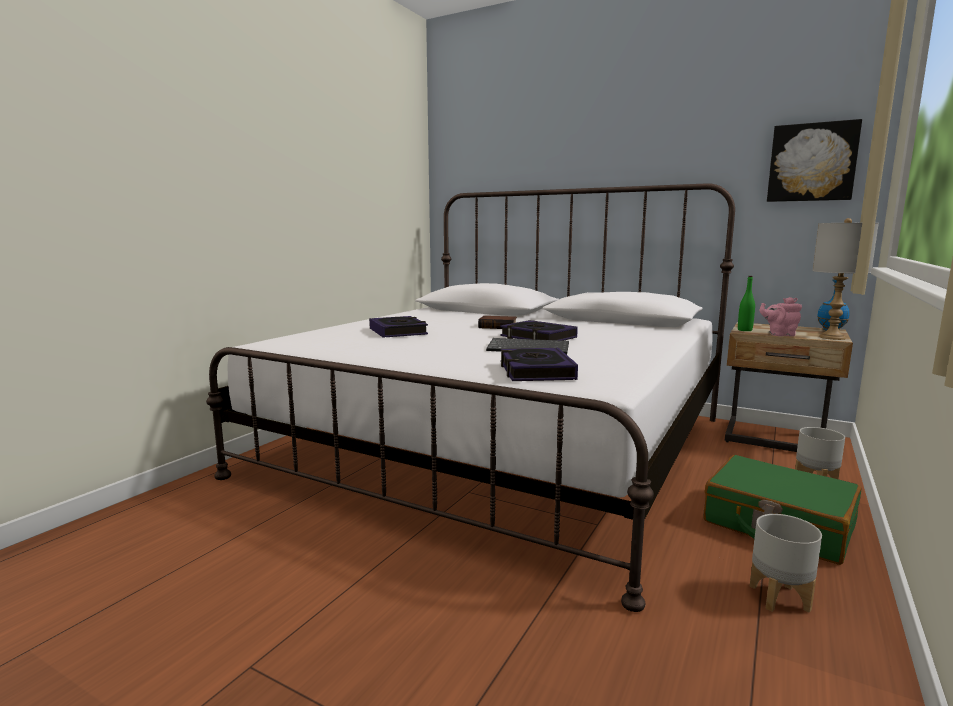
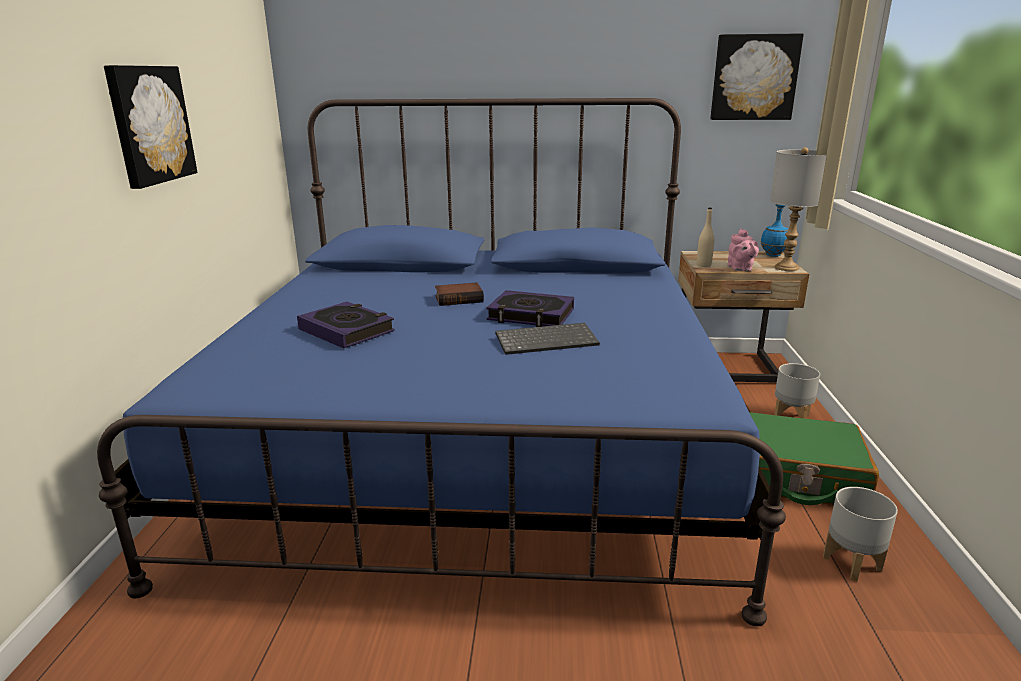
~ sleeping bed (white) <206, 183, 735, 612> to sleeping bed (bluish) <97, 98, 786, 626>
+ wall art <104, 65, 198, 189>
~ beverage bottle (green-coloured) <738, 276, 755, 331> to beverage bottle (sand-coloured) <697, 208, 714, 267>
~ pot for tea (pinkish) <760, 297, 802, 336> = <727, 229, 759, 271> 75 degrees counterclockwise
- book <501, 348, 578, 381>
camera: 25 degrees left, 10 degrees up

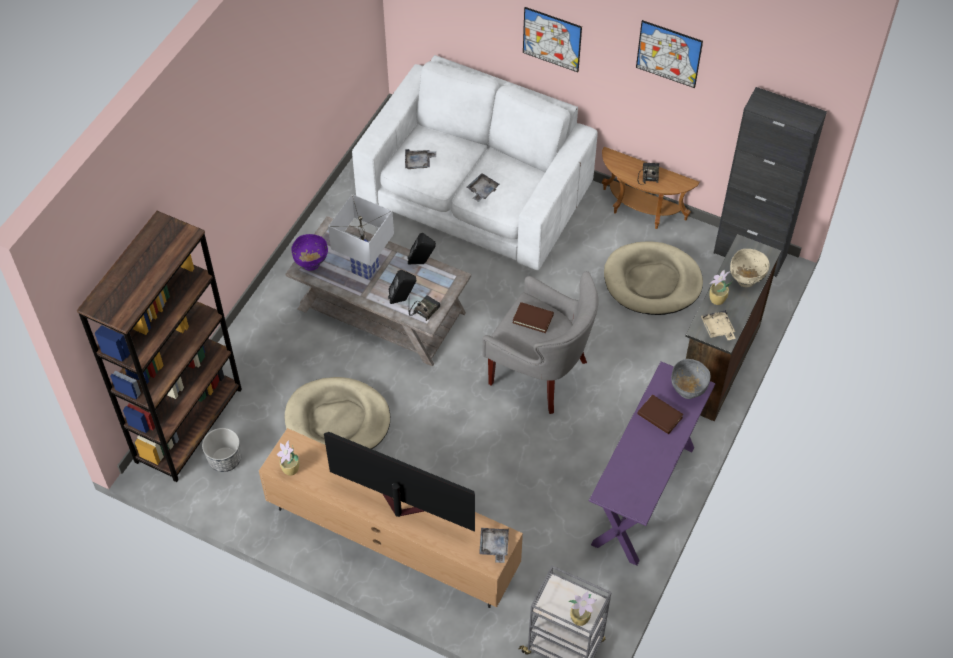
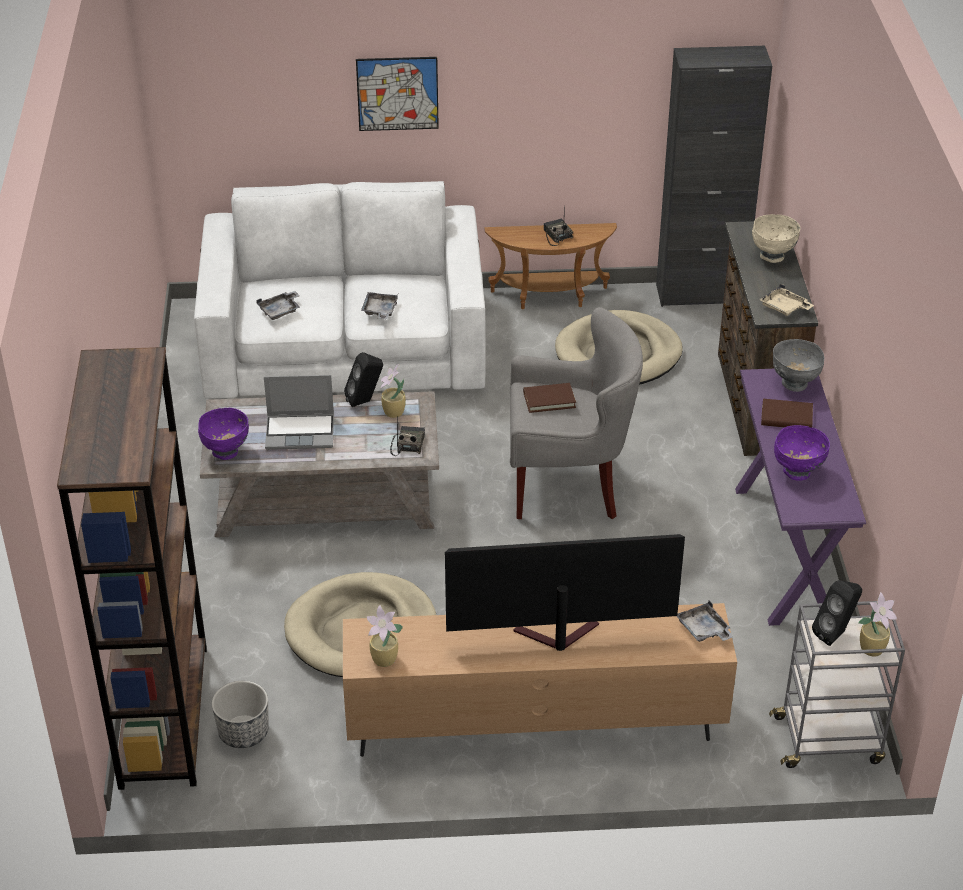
~ table lamp (white) <328, 194, 394, 280> to portable computer <264, 375, 334, 450>
~ houseplant <709, 270, 732, 305> to <380, 364, 406, 418>
+ deep dish (purplish) <774, 425, 830, 481>
~ loudspeaker (blackish) <388, 270, 416, 304> to <812, 580, 862, 646>
- wall art <636, 20, 703, 88>
camera: 30 degrees left, 15 degrees down

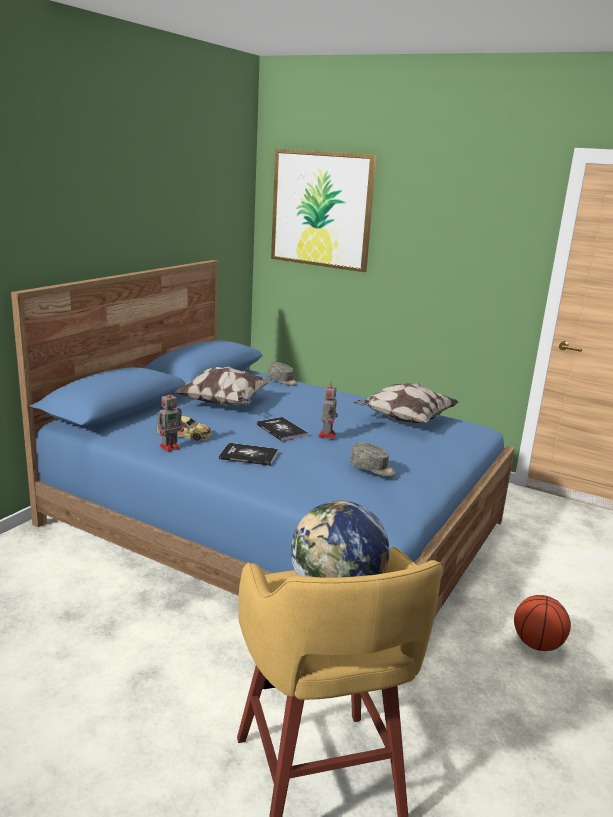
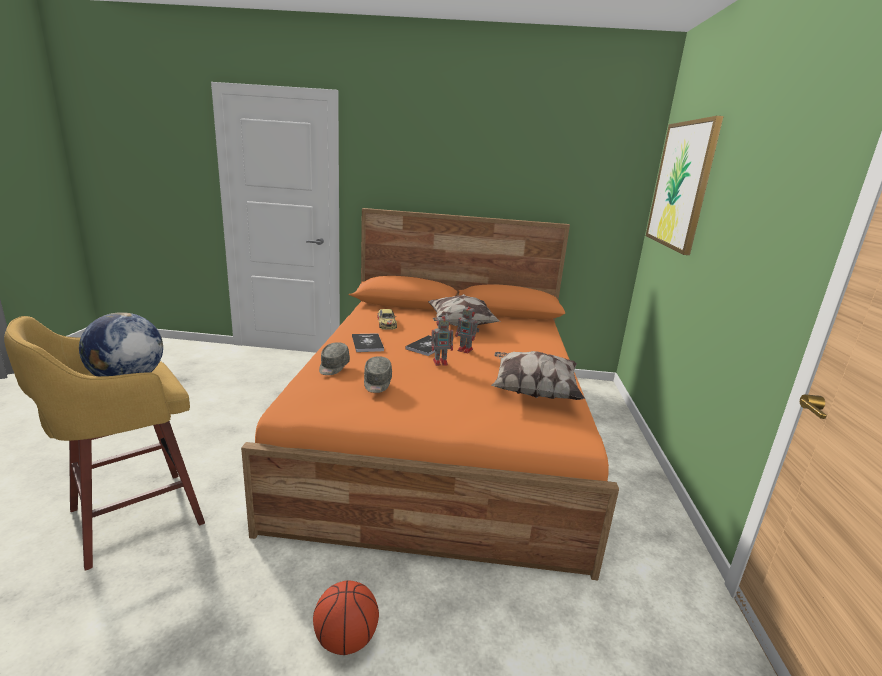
~ sleeping bed (bluish) <11, 260, 515, 616> to sleeping bed (orangey) <241, 208, 619, 580>
~ baseball cap (gray) <267, 362, 298, 386> to <319, 342, 350, 375>
~ robot figure <157, 390, 184, 452> to <455, 303, 479, 353>
camera: 65 degrees right, 0 degrees up

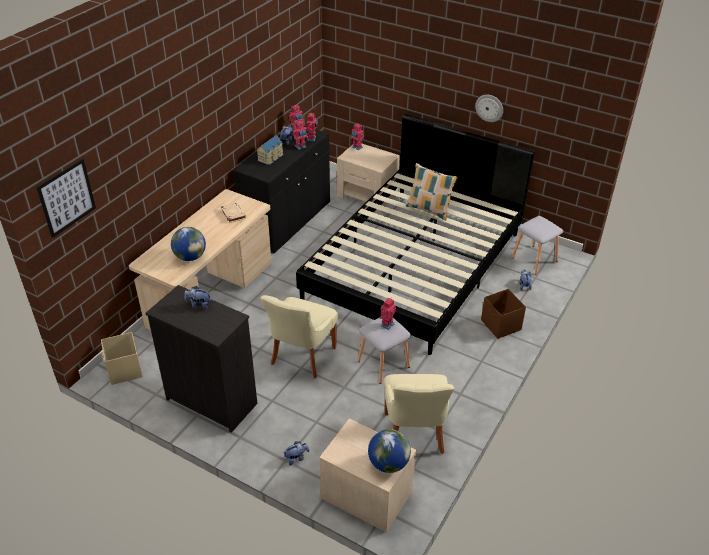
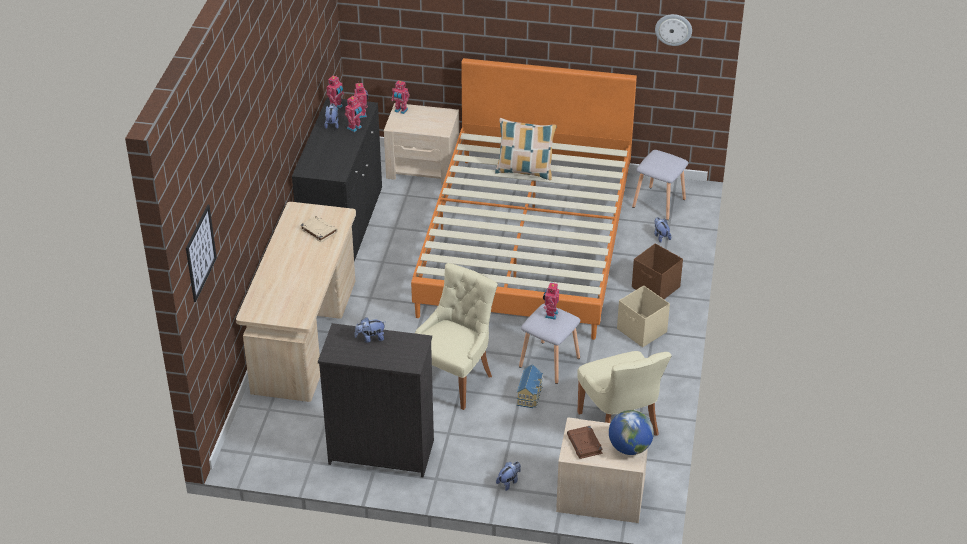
~ sleeping bed (blackish) <296, 114, 535, 355> to sleeping bed (orangey) <411, 58, 637, 340>
~ plain chair (sand-coloured) <260, 295, 338, 378> = <415, 263, 498, 410> 150 degrees counterclockwise
~ model house <257, 135, 284, 165> to <517, 364, 543, 408>
+ book (brownish) <567, 426, 603, 459>
~ storage container (sand-coloured) <101, 332, 143, 385> to <617, 285, 670, 347>
~ hanging clock <475, 95, 503, 122> to <655, 14, 692, 46>
- desk globe <171, 227, 206, 261>
camera: 20 degrees left, 0 degrees up

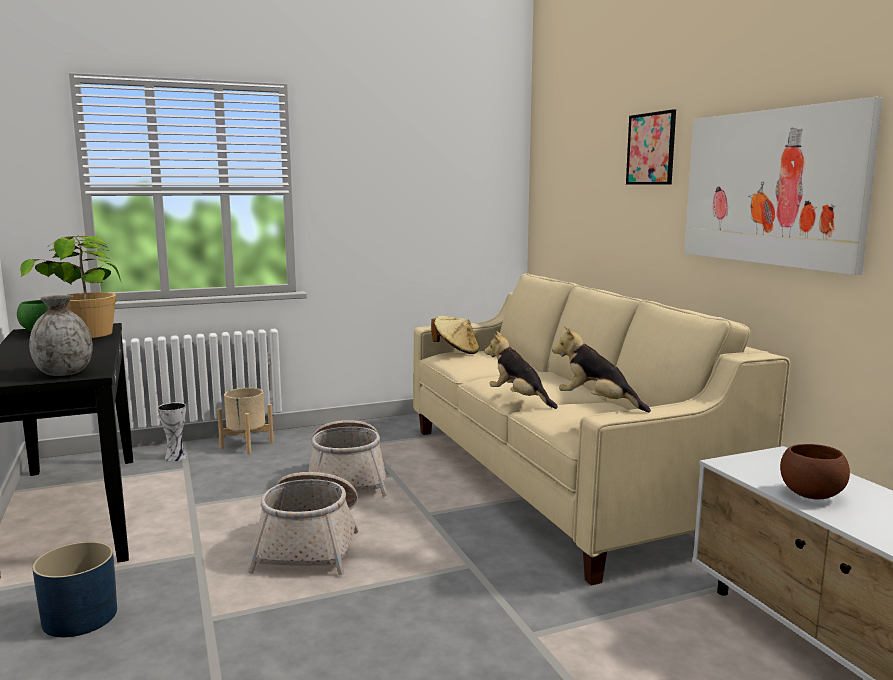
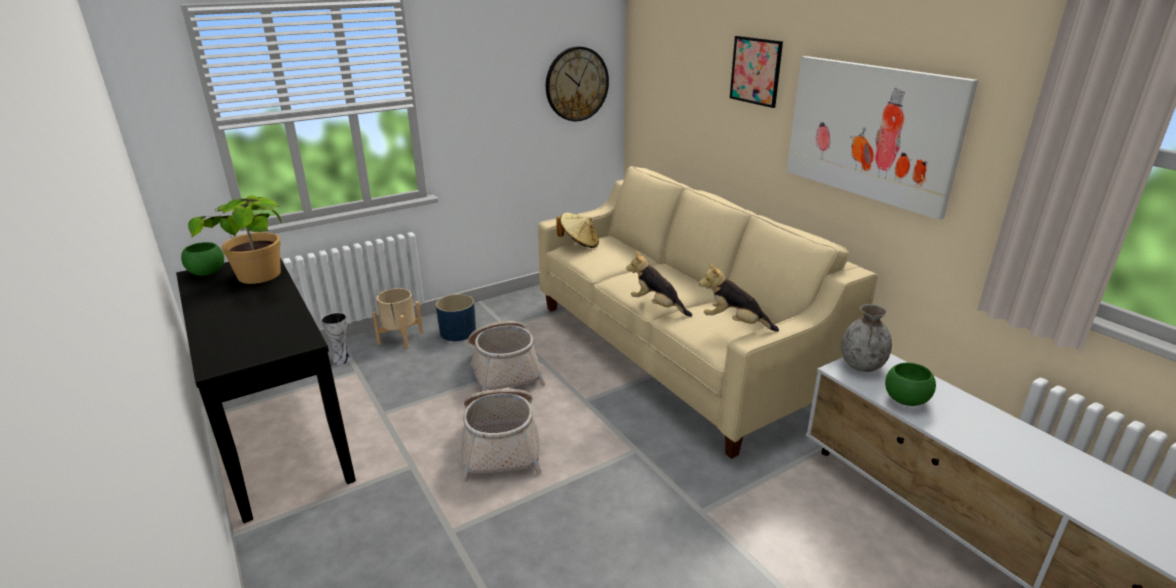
~ plant pot (bluish) <32, 542, 117, 637> to <436, 294, 476, 341>
+ hanging clock <546, 46, 609, 121>
~ flower vase (gray) <29, 295, 93, 376> to <841, 304, 892, 372>
~ deep dish (brownish) <780, 444, 850, 499> to deep dish (green-coloured) <885, 363, 936, 406>
camera: 10 degrees left, 15 degrees up

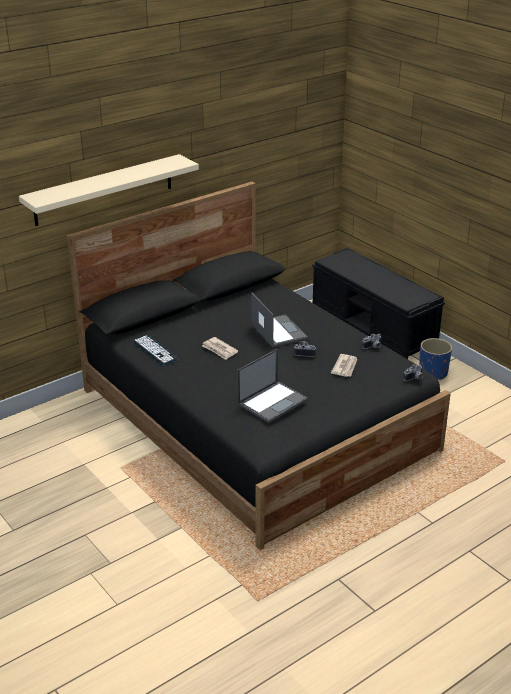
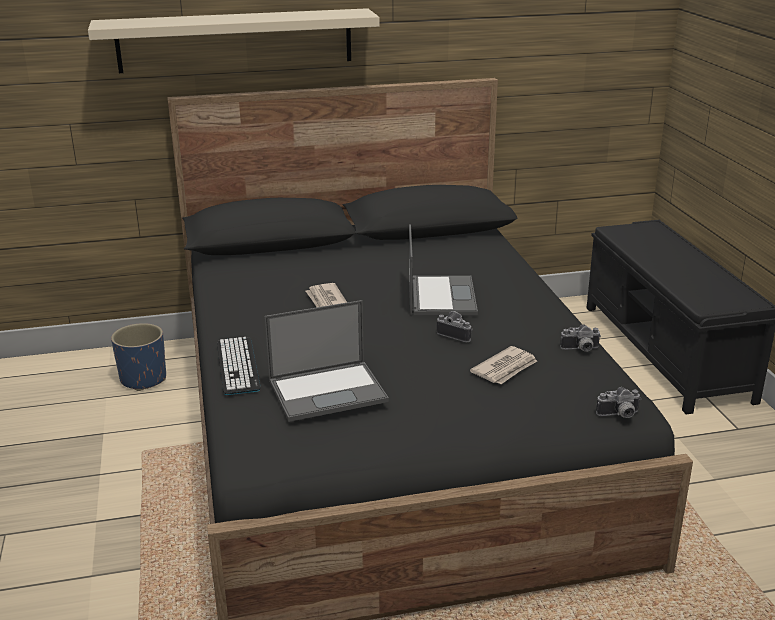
~ plant pot (bluish) <419, 338, 452, 380> to <111, 323, 166, 391>
~ keyboard <133, 335, 178, 366> to <217, 337, 261, 395>
camera: 25 degrees right, 5 degrees down

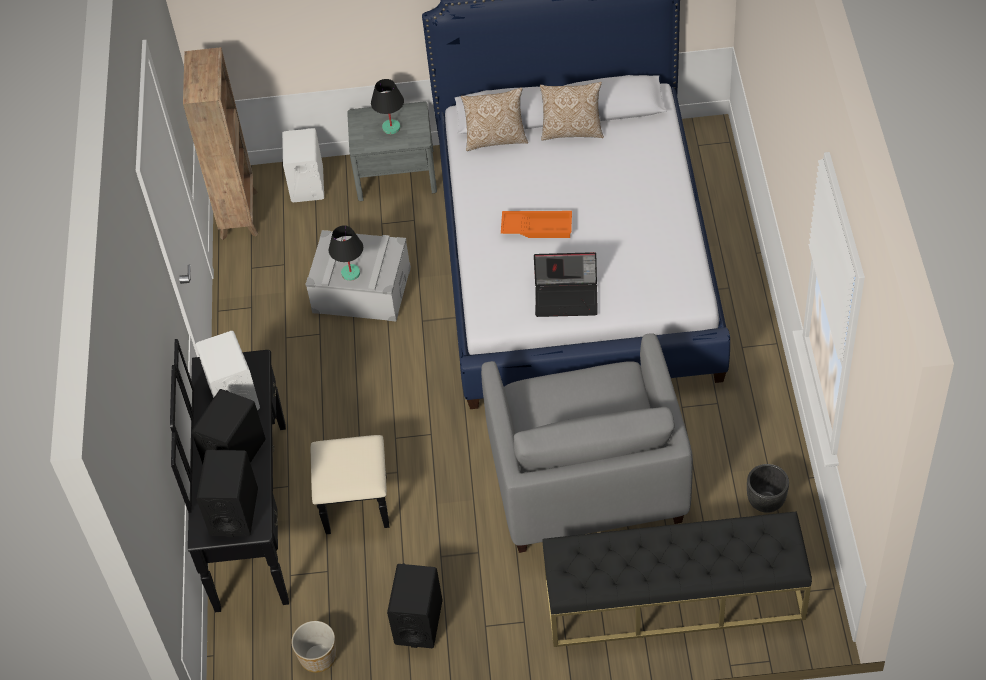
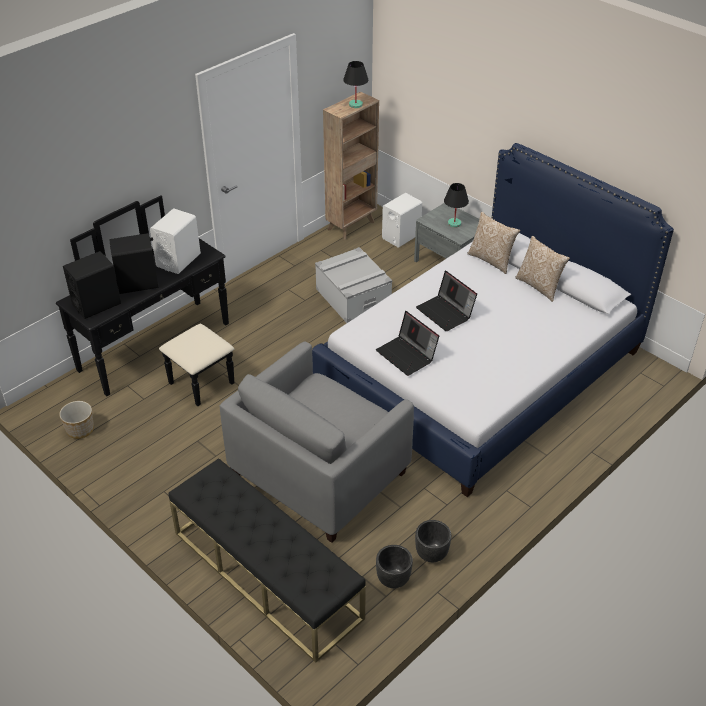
~ table lamp (blackish) <329, 225, 363, 281> to <343, 61, 368, 108>
+ plant pot (blackish) <415, 520, 451, 562>
~ carrying tray (orangey) <501, 211, 572, 238> to portable computer <416, 271, 477, 331>
- loudspeaker (blackish) <387, 563, 443, 648>
camera: 45 degrees right, 10 degrees down

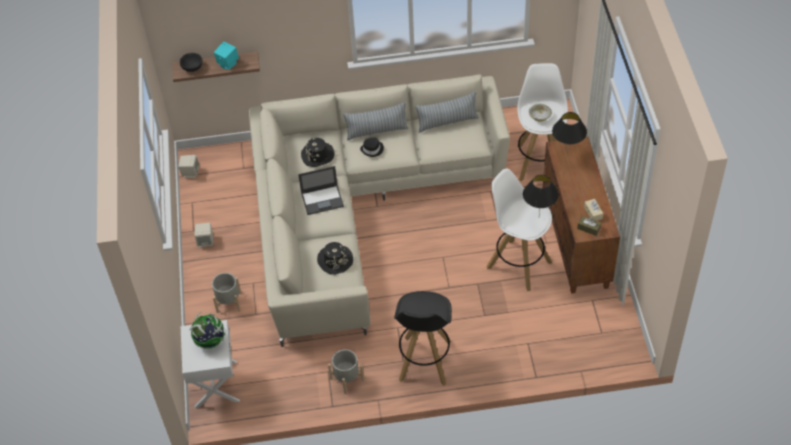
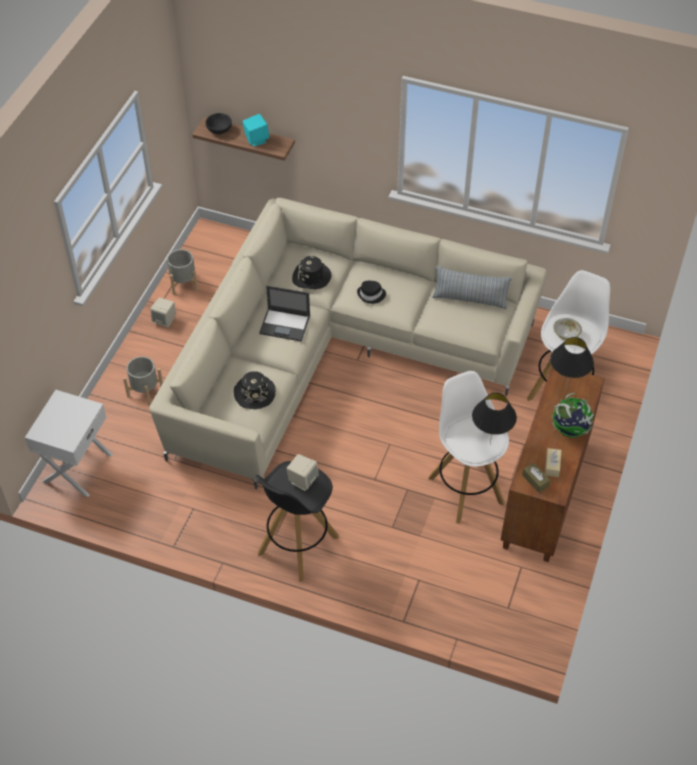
~ plant pot (gray) <328, 349, 364, 394> to <167, 249, 198, 295>
~ loudspeaker (sand-coloured) <178, 155, 199, 178> to <287, 454, 319, 491>
~ desk globe <190, 312, 226, 349> to <552, 393, 594, 438>
- cushion <343, 102, 408, 140>
camera: 25 degrees right, 0 degrees up

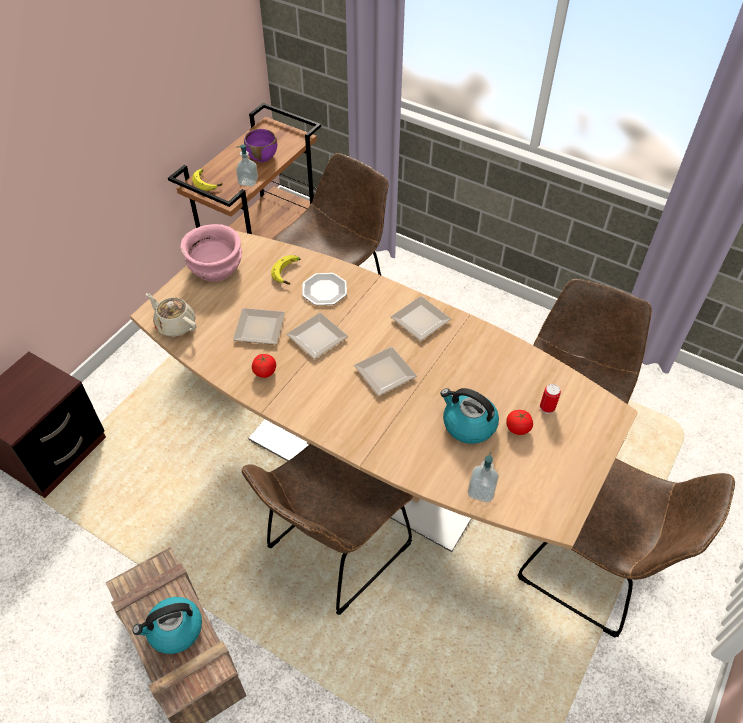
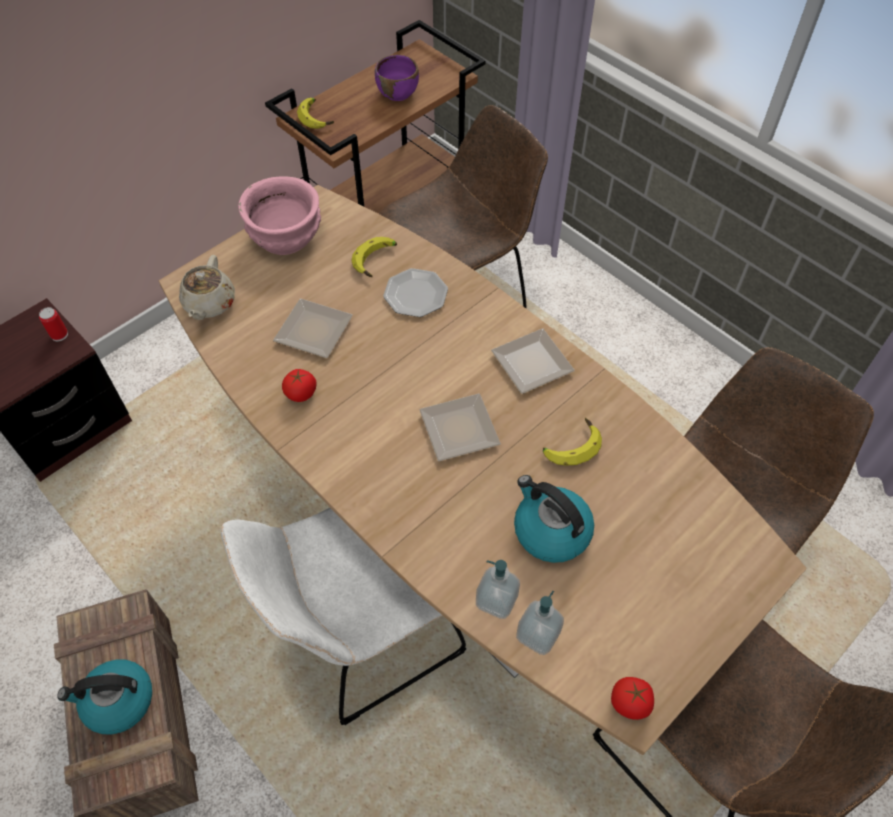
~ metal can <540, 384, 561, 414> to <39, 307, 68, 341>
~ pot for tea (sand-coloured) <146, 293, 197, 337> = <179, 255, 235, 320> 135 degrees counterclockwise
~ plain chair (brownish) <242, 444, 414, 615> to plain chair (white) <221, 508, 466, 725>
~ soap dispenser <236, 144, 258, 187> to <476, 560, 520, 619>
+ whole banana <543, 418, 602, 466>
~ whole tomato <506, 410, 533, 435> to <611, 677, 654, 720>
- flat dish <286, 312, 348, 359>
camera: 15 degrees right, 5 degrees up

